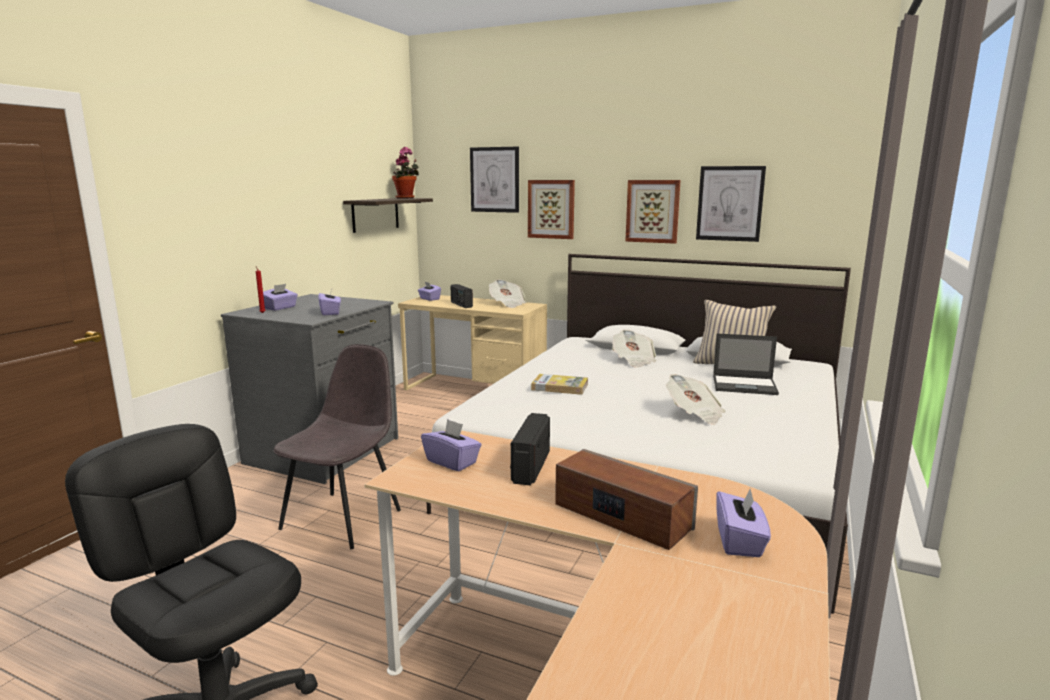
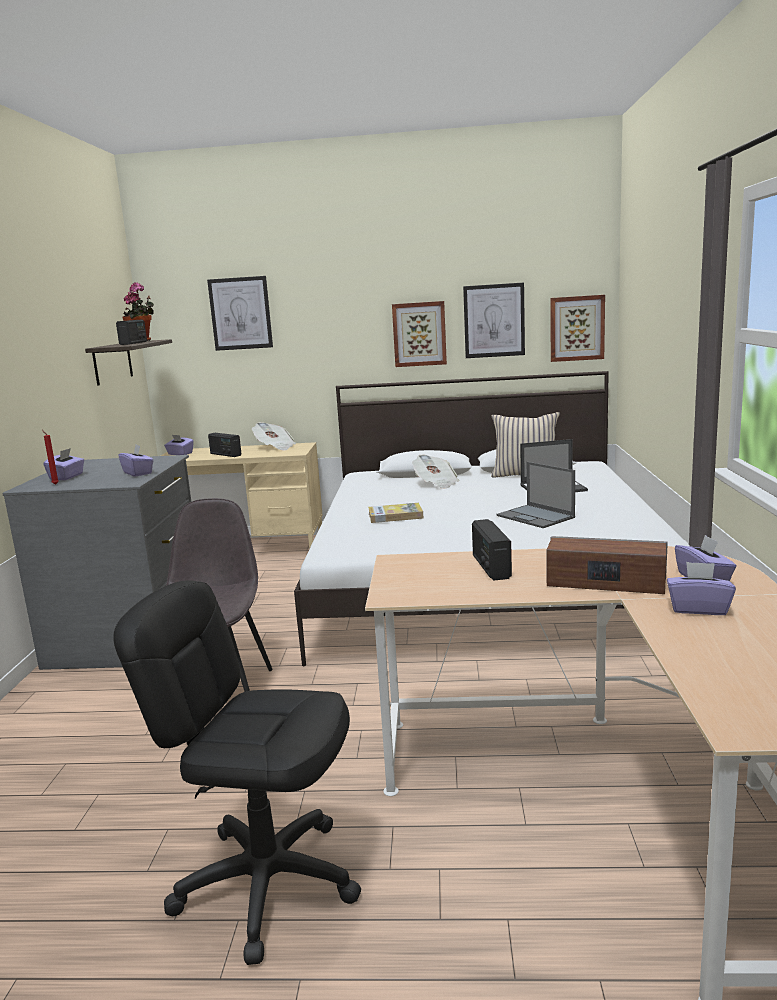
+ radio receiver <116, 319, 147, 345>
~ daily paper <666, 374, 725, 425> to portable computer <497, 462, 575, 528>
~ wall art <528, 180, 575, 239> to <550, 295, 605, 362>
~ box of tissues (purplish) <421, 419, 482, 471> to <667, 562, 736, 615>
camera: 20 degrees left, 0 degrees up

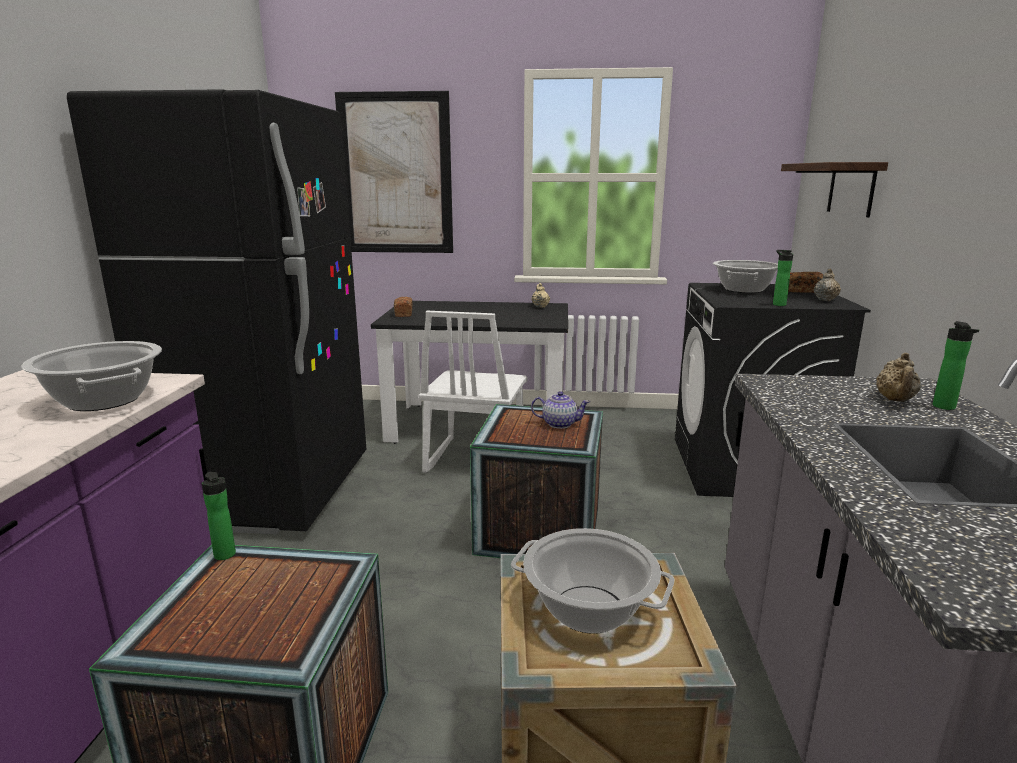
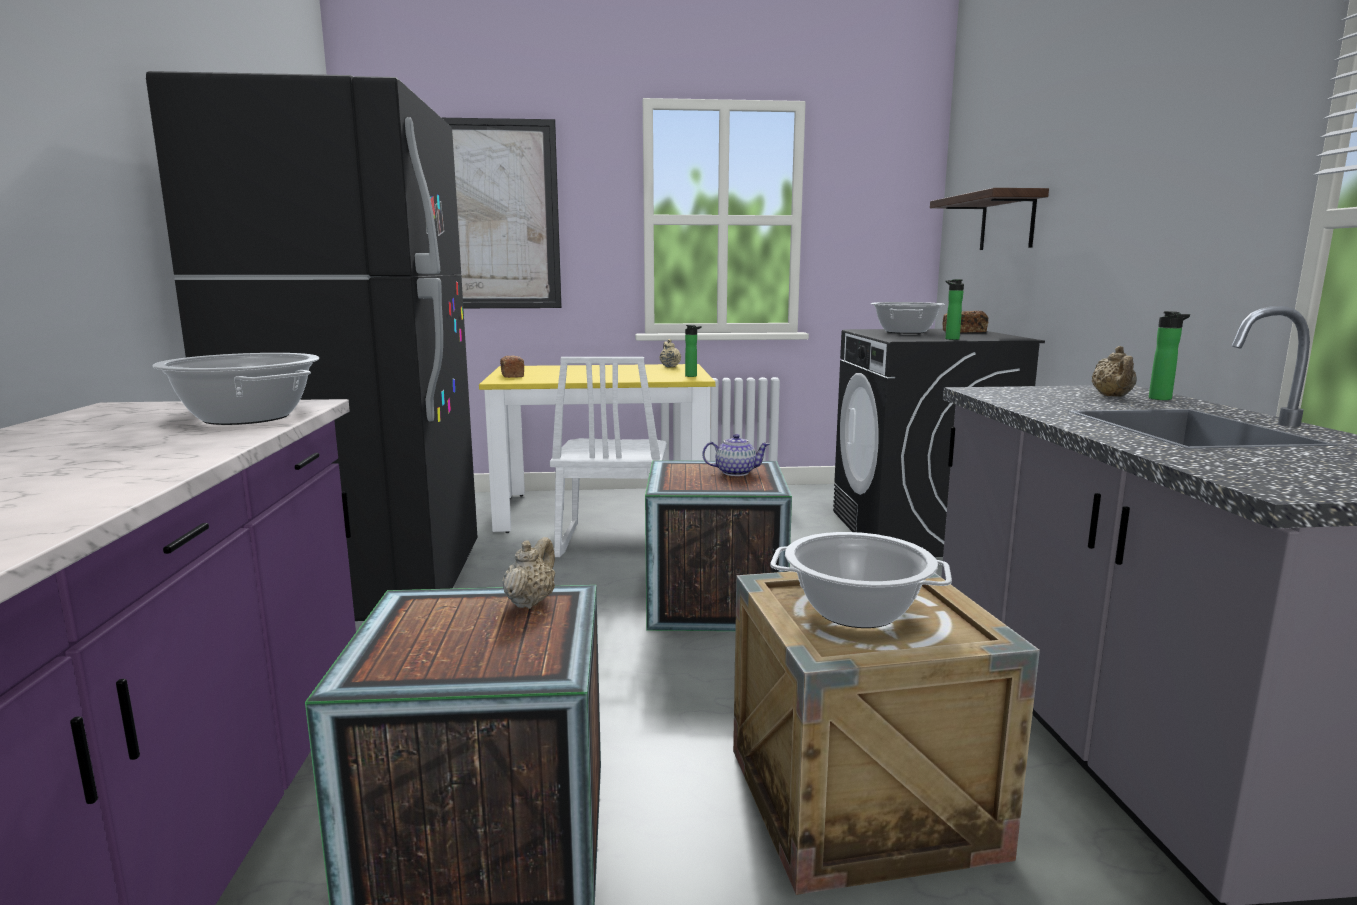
~ kitchen table (blackish) <371, 301, 568, 444> to kitchen table (yellow) <479, 364, 715, 533>
~ pot for tea (sand-coloured) <814, 269, 841, 301> to <503, 537, 555, 609>
~ beverage bottle <201, 472, 236, 560> to <685, 325, 702, 377>
camera: 10 degrees left, 5 degrees down

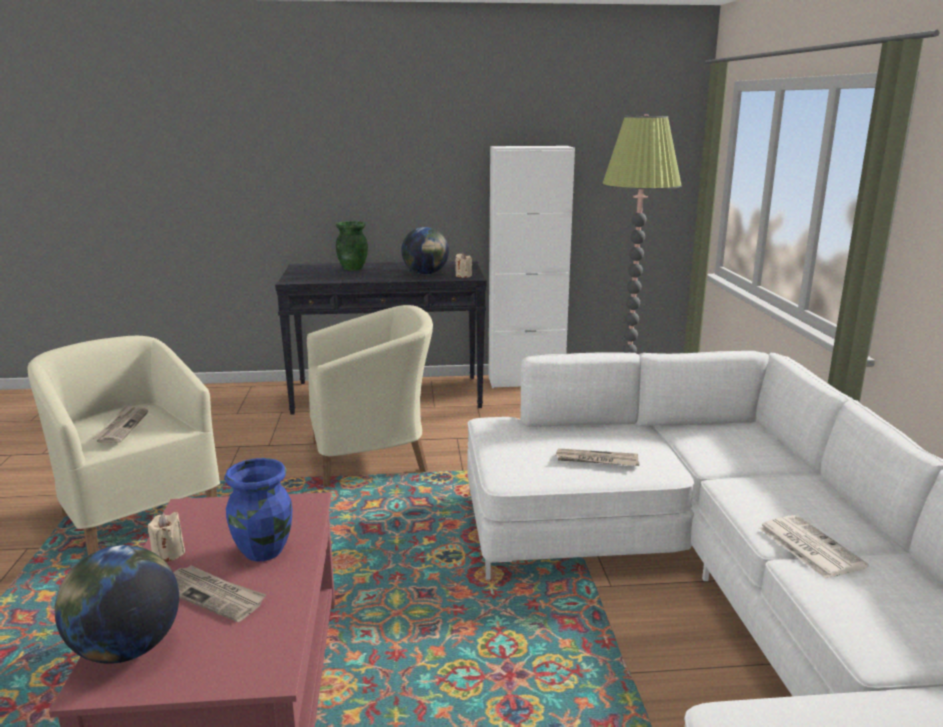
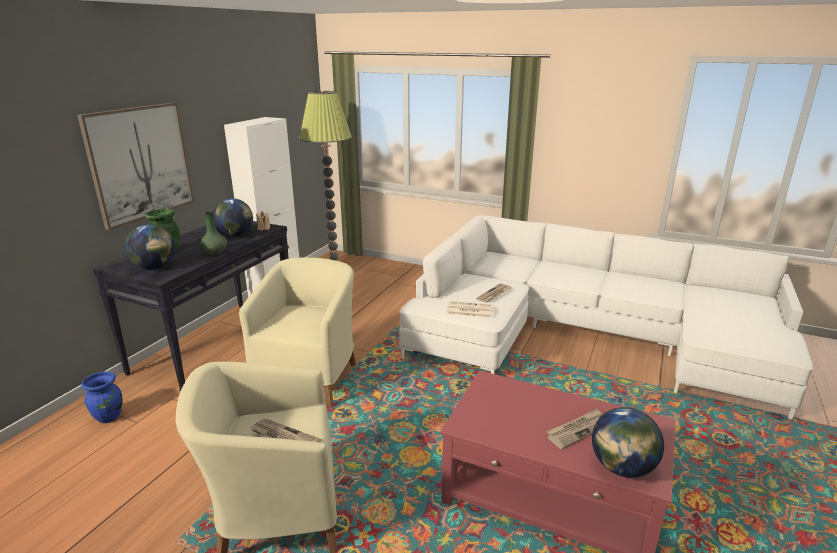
+ wall art <77, 103, 194, 230>
~ flower vase (bluish) <224, 458, 292, 562> to <81, 372, 123, 423>
+ desk globe <125, 224, 175, 269>
+ flower vase (green-coloured) <200, 212, 227, 255>
~ daily paper <759, 515, 869, 579> to <446, 301, 494, 318>
- wax light (sand-coloured) <148, 512, 185, 562>
camera: 60 degrees left, 5 degrees up

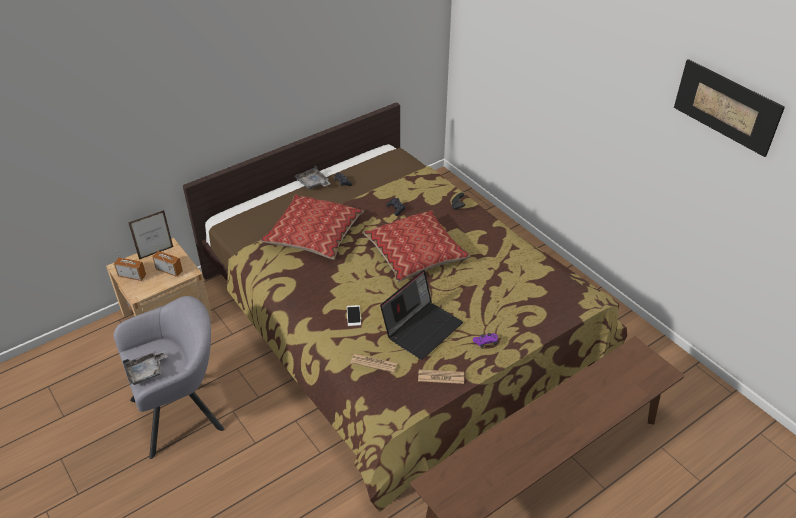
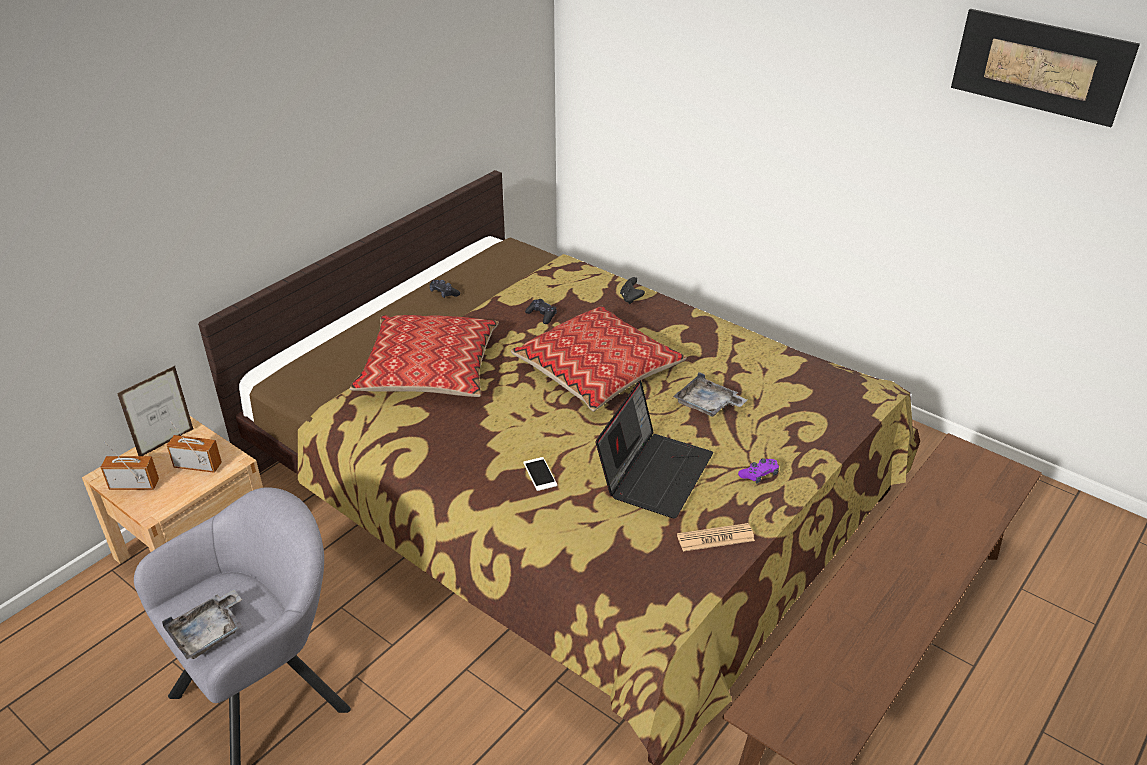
~ carrying tray (gray) <294, 166, 331, 190> to <673, 372, 747, 417>
- daily paper <351, 354, 397, 373>
camera: 15 degrees left, 5 degrees down

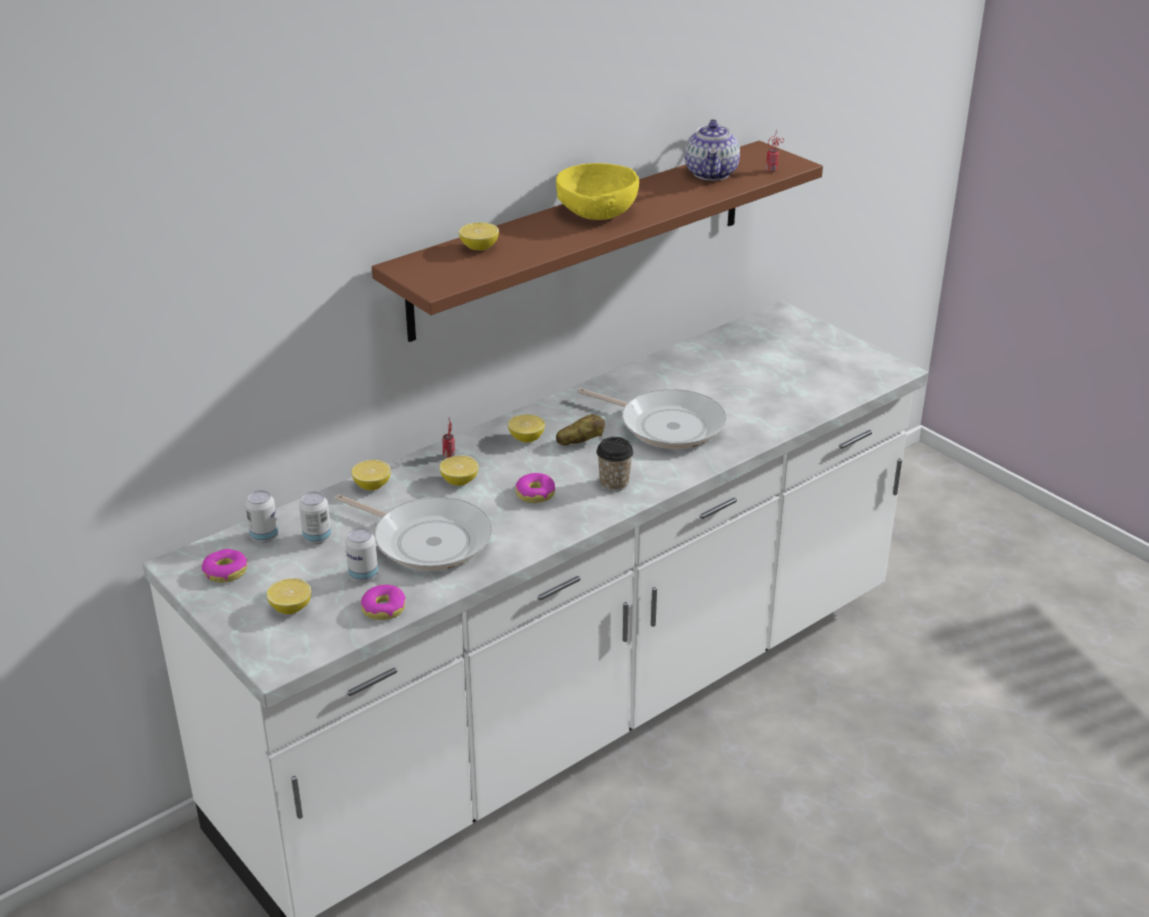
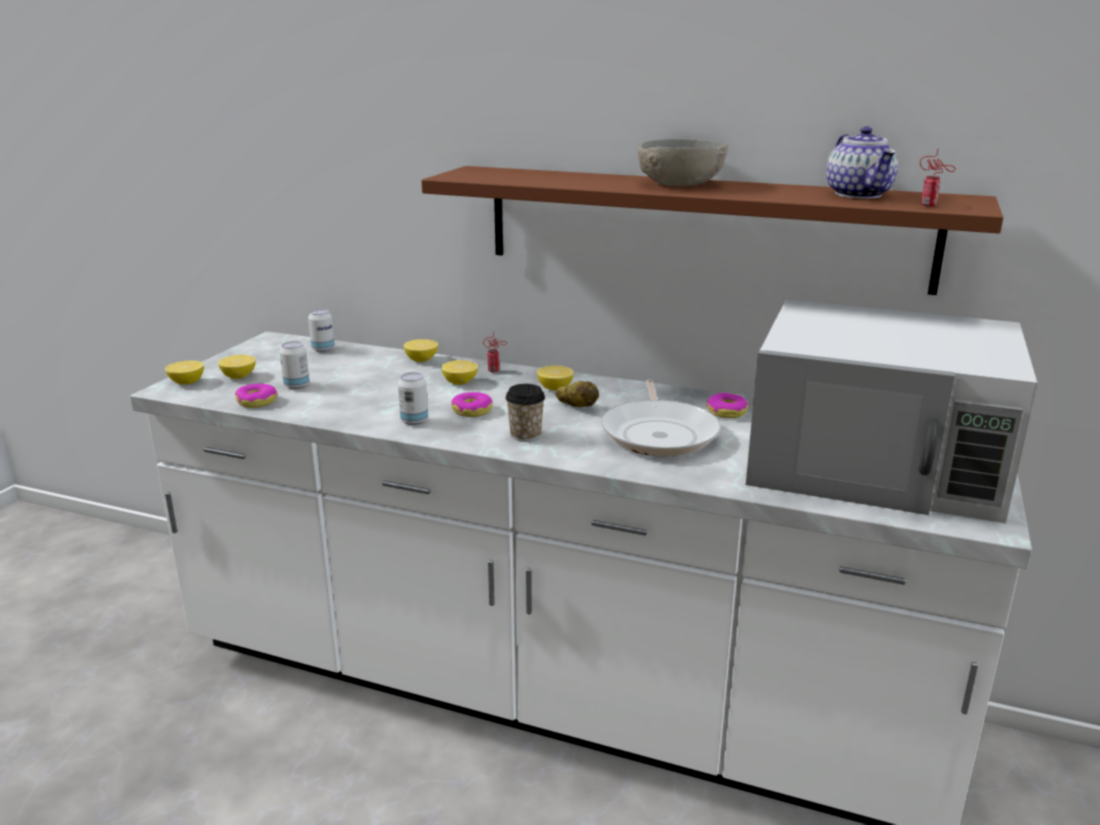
~ lemon <459, 222, 499, 251> to <165, 360, 204, 384>
~ metal can <299, 491, 331, 544> to <398, 372, 428, 425>
~ deep dish (yellow) <556, 163, 639, 220> to deep dish (gray) <638, 139, 728, 186>
~ ring doughnut <202, 549, 247, 582> to <706, 392, 749, 418>
+ microwave oven (white) <746, 300, 1037, 523>
~ pot for tea <685, 119, 740, 180> = <826, 126, 898, 199> 75 degrees counterclockwise
- frying pan <335, 494, 492, 571>
camera: 60 degrees right, 10 degrees down

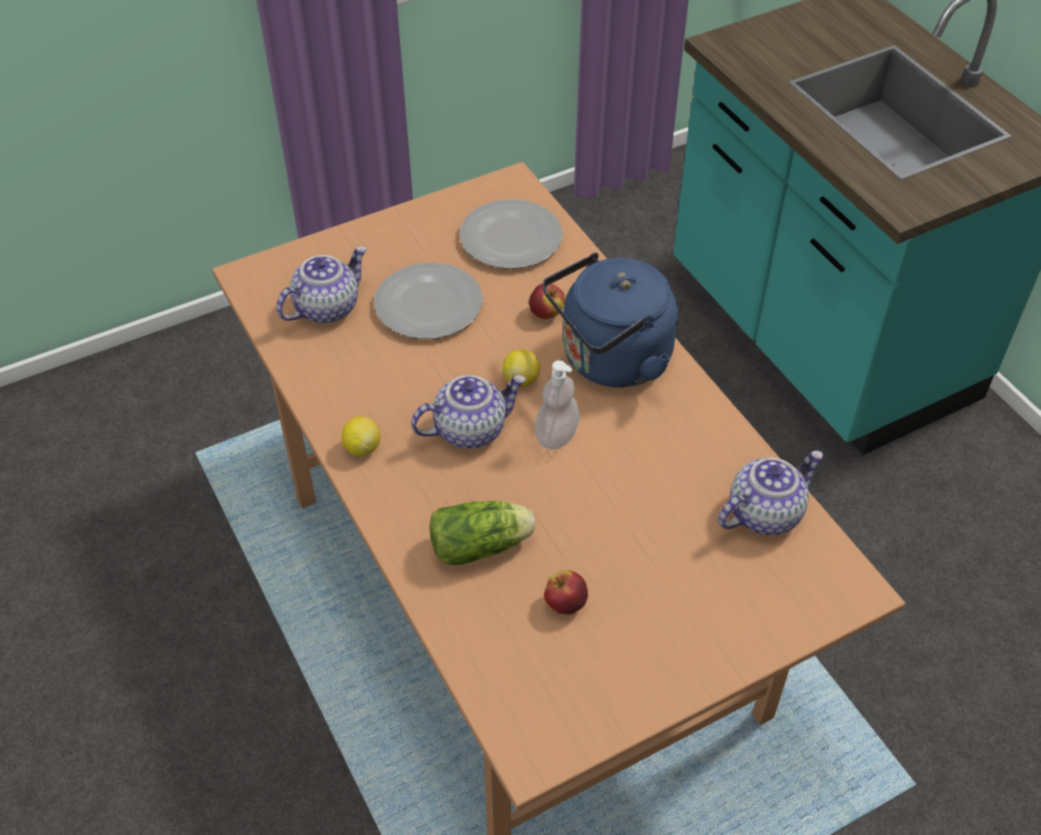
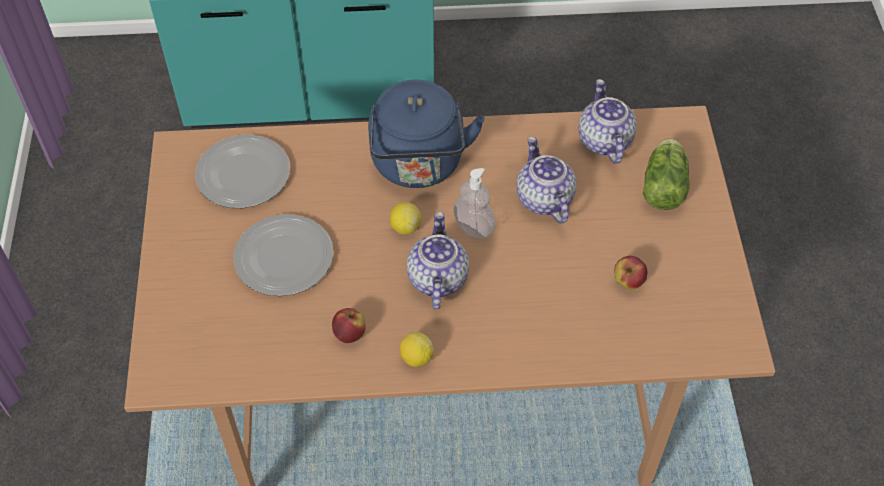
~ whole apple <529, 284, 566, 319> to <332, 308, 366, 343>
~ pot for tea <276, 246, 367, 324> to <516, 136, 576, 224>
~ lettuce <429, 501, 535, 565> to <643, 138, 690, 210>
camera: 65 degrees left, 5 degrees up

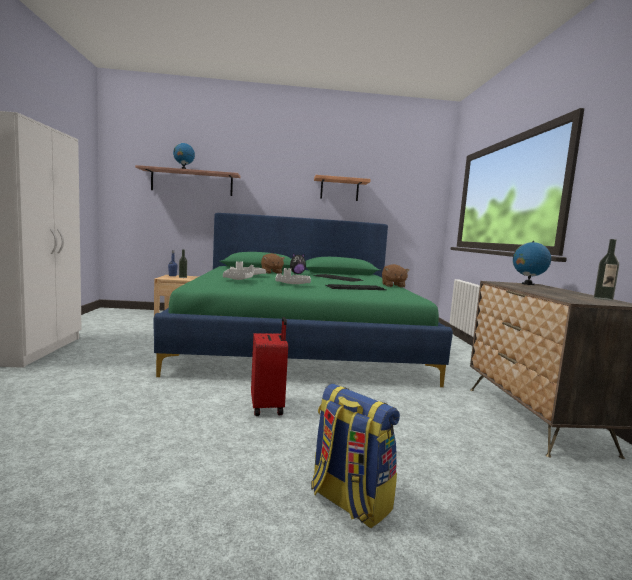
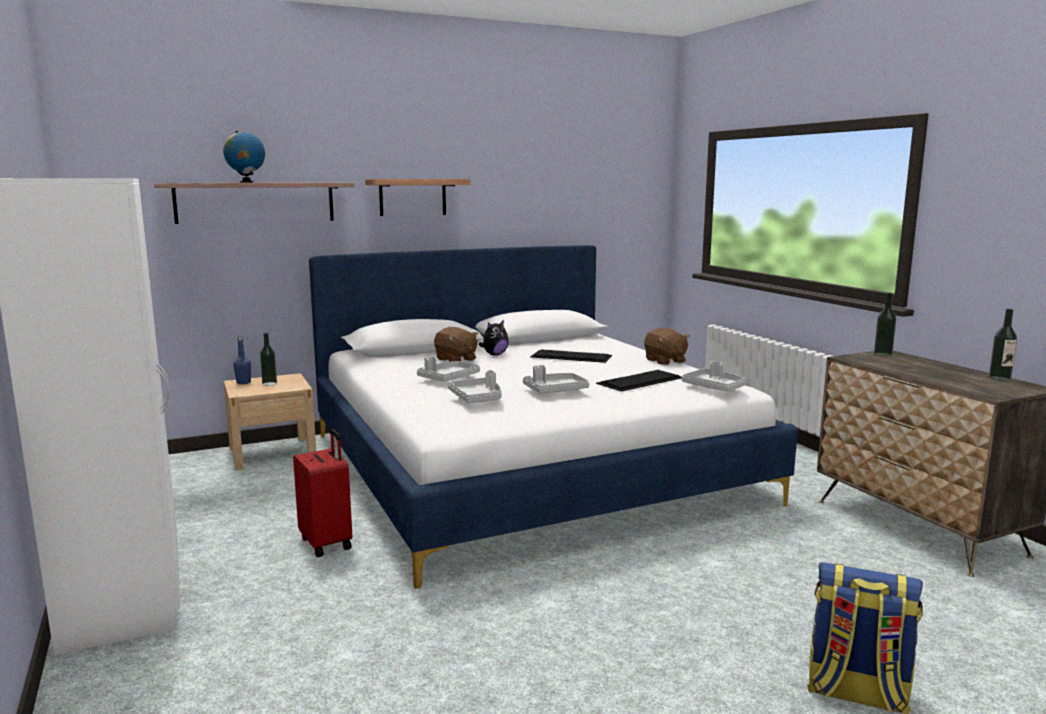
~ travel case (red) <251, 317, 288, 416> to <293, 429, 352, 557>
~ sleeping bed (green-coloured) <153, 213, 453, 387> to sleeping bed (white) <309, 245, 798, 589>
~ wall shelf <314, 175, 371, 201> to <365, 179, 470, 216>
+ carrying tray (gray) <682, 361, 746, 391>
~ desk globe <513, 241, 551, 285> to beverage bottle <874, 293, 896, 357>
camera: 20 degrees left, 5 degrees up

